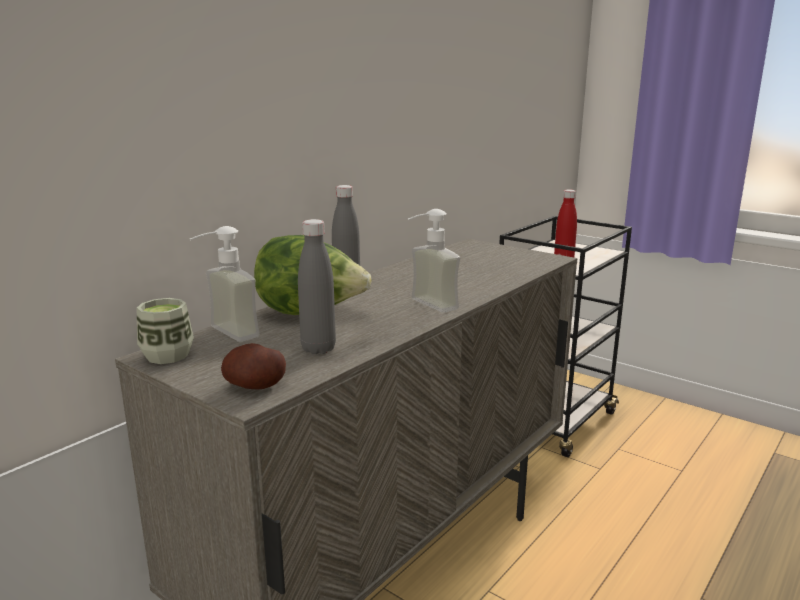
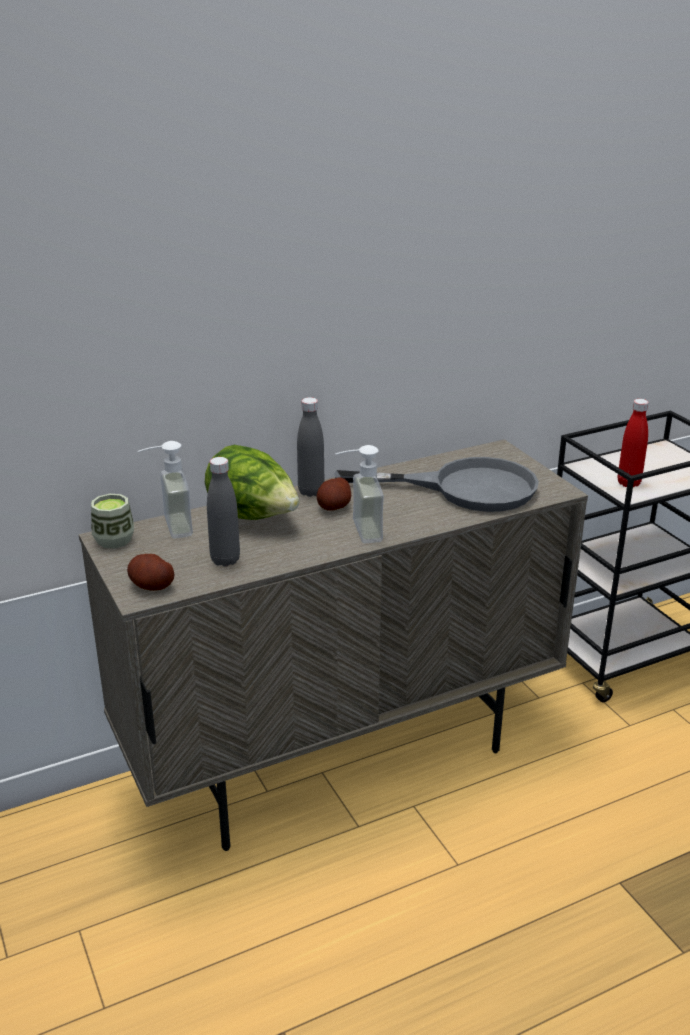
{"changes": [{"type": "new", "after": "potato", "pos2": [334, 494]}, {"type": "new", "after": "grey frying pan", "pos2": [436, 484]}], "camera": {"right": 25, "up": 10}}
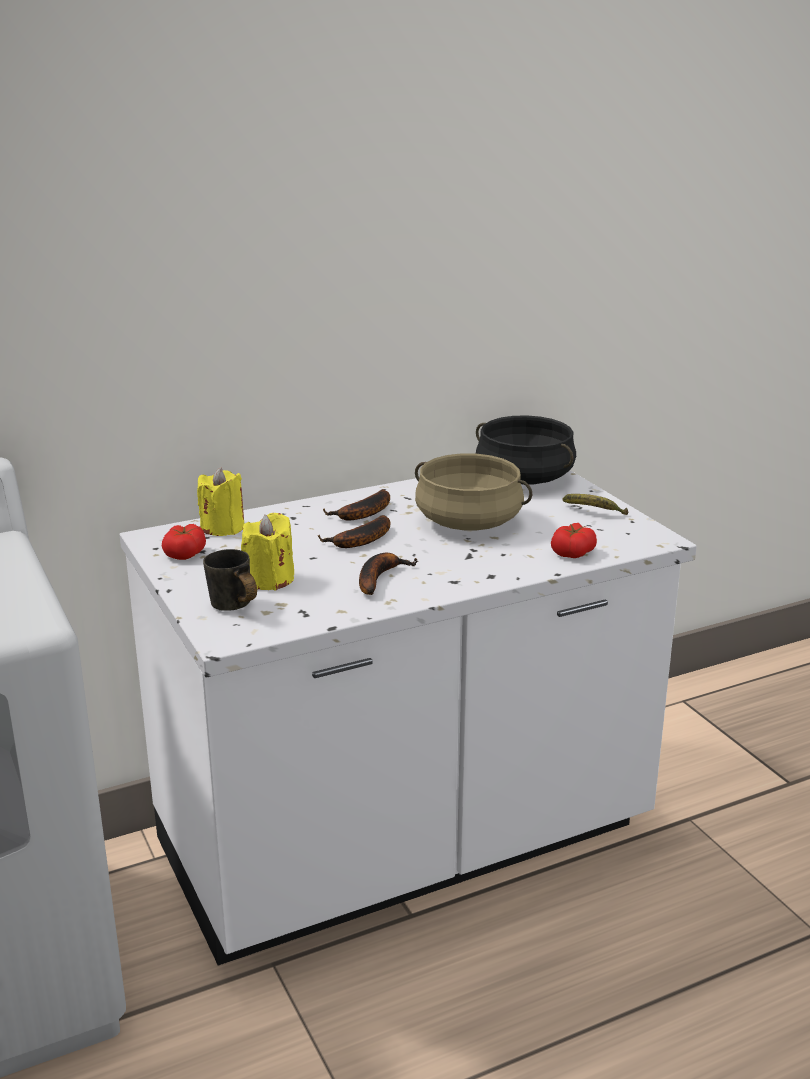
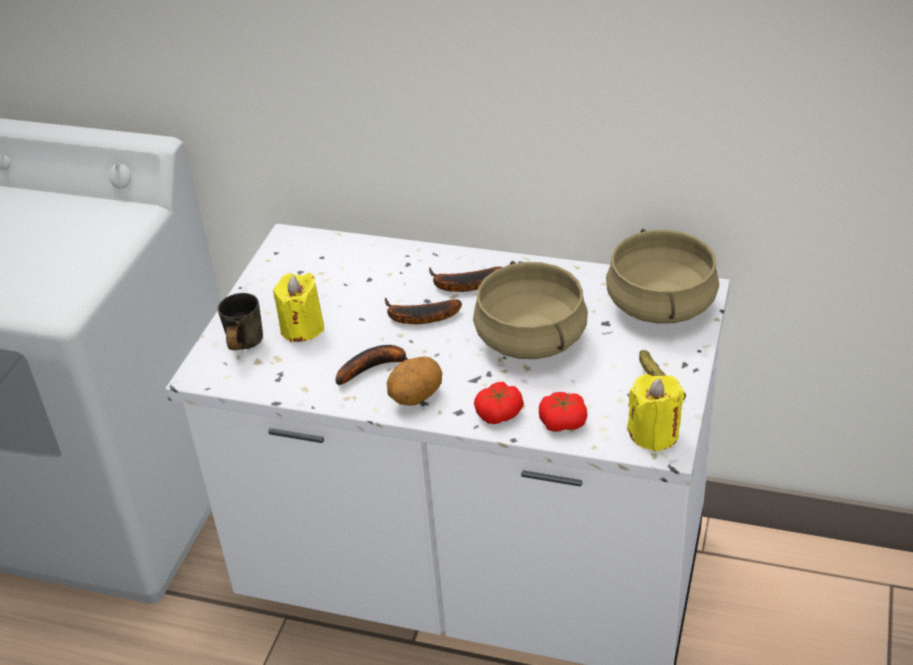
{"changes": [{"type": "new", "after": "potato", "pos2": [414, 381]}, {"type": "shifted", "before": "tomato", "pos1": [184, 542], "pos2": [499, 403]}, {"type": "shifted", "before": "yellow candle", "pos1": [220, 501], "pos2": [656, 412]}, {"type": "repainted", "before": "black cooking pot", "after": "beige cooking pot", "pos1": [526, 450], "pos2": [662, 276]}], "camera": {"right": 45, "up": 15}}
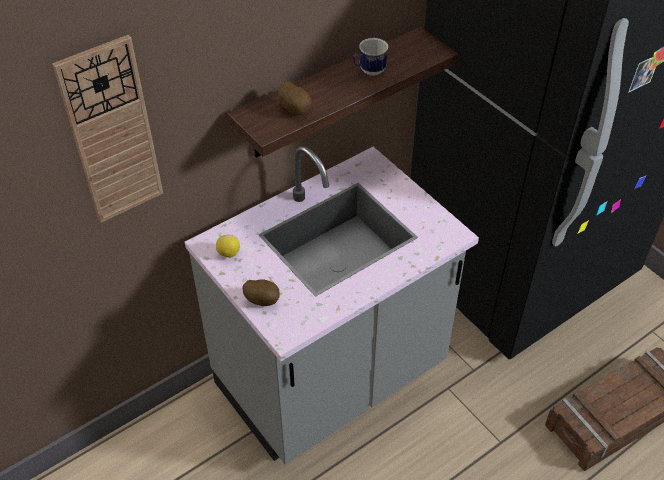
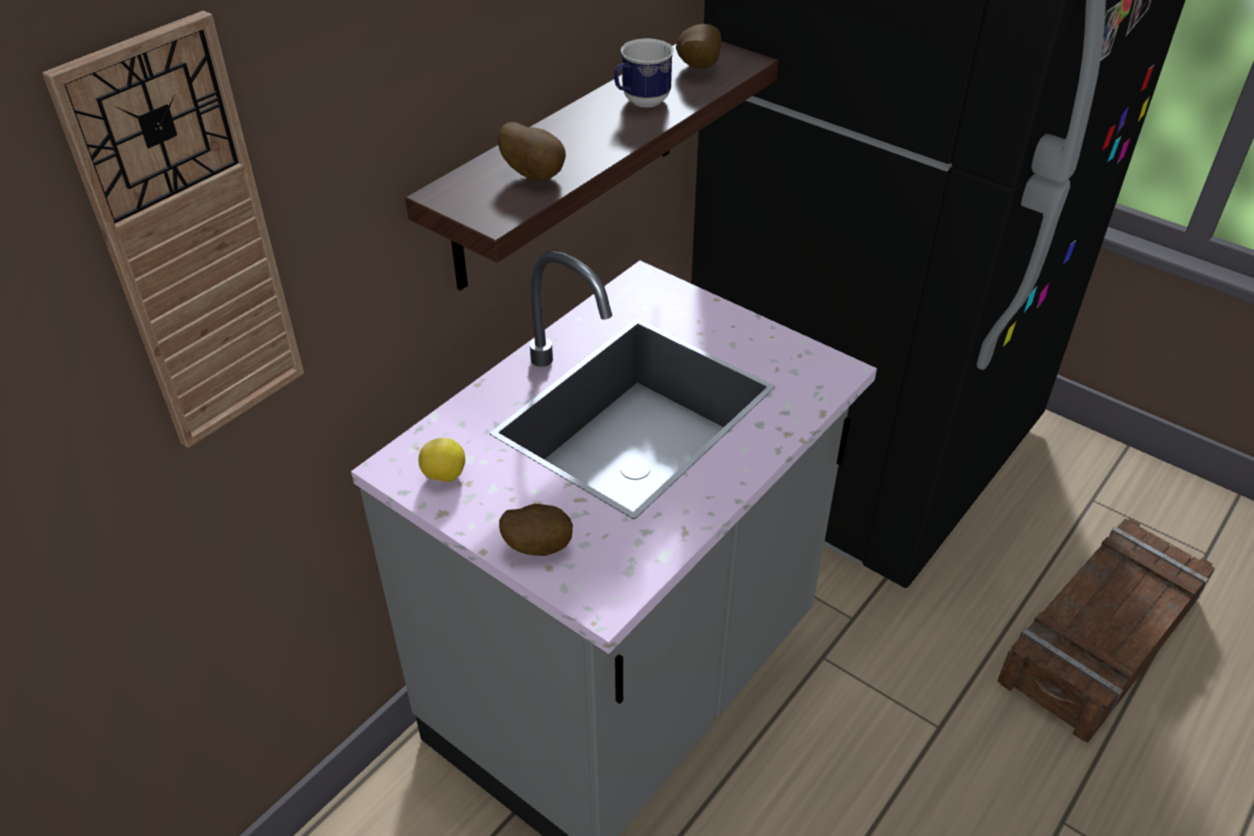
{"changes": [{"type": "new", "after": "potato", "pos2": [698, 46]}], "camera": {"right": -15, "up": -5}}
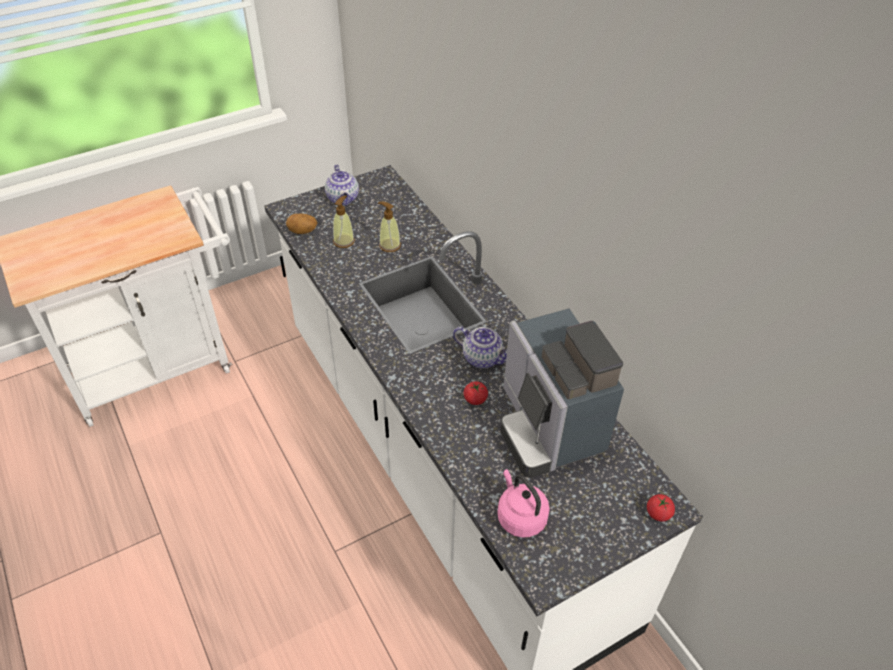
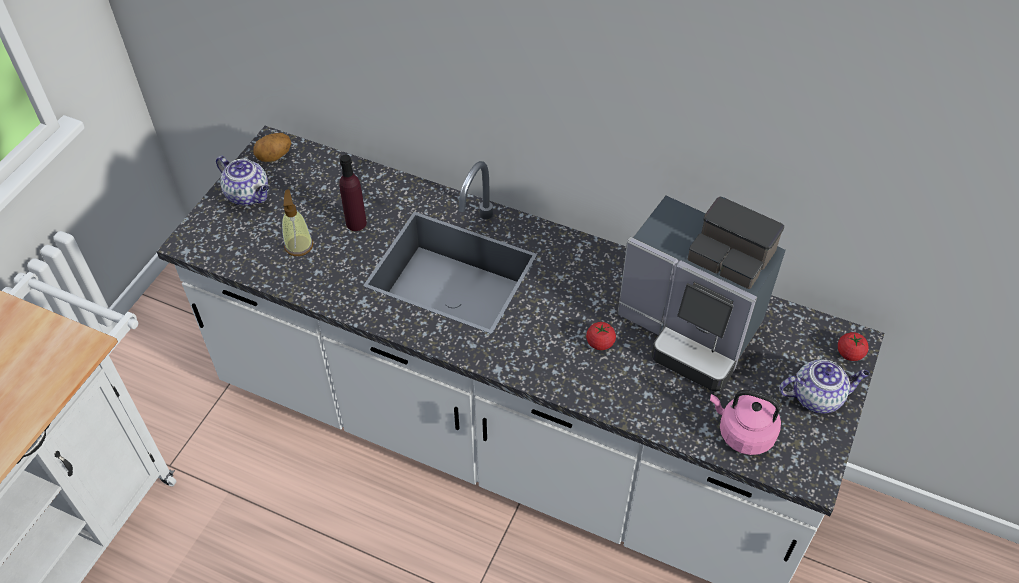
{"changes": [{"type": "shifted", "before": "potato", "pos1": [301, 224], "pos2": [272, 147]}, {"type": "shifted", "before": "teapot", "pos1": [480, 347], "pos2": [824, 386]}, {"type": "swapped", "before": "soap dispenser", "after": "purple bottle", "pos1": [389, 226], "pos2": [353, 192]}], "camera": {"right": -35, "up": 5}}
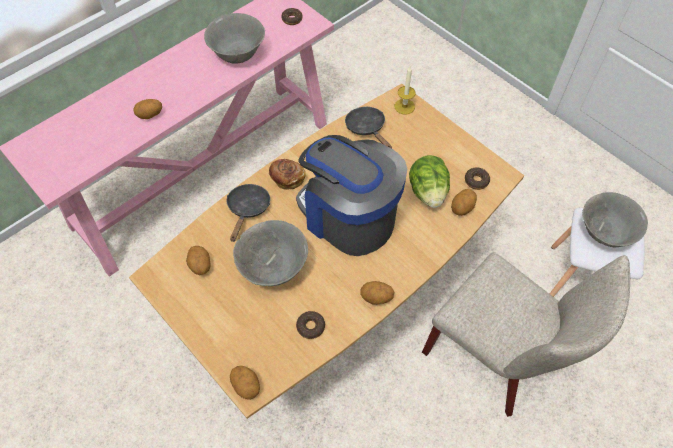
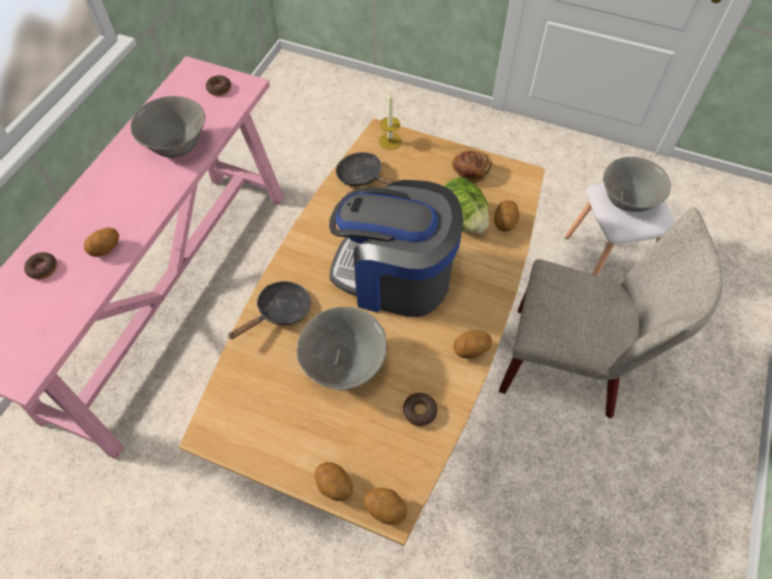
{"changes": [{"type": "shifted", "before": "potato", "pos1": [198, 260], "pos2": [334, 481]}, {"type": "shifted", "before": "bread", "pos1": [287, 174], "pos2": [472, 167]}, {"type": "shifted", "before": "donut", "pos1": [477, 179], "pos2": [40, 265]}, {"type": "rotated", "before": "black frying pan", "pos1": [248, 213], "pos2": [269, 310], "turn": 60}], "camera": {"right": -25, "up": 0}}
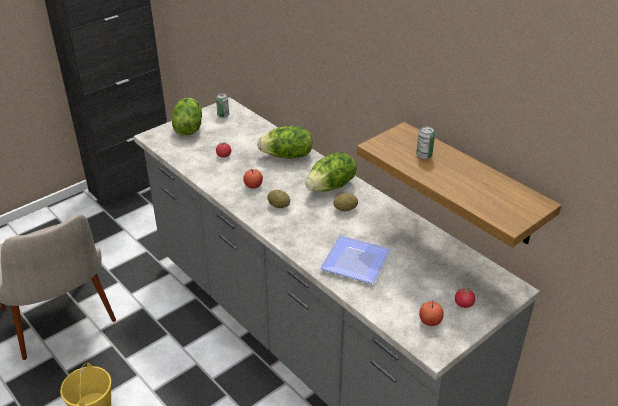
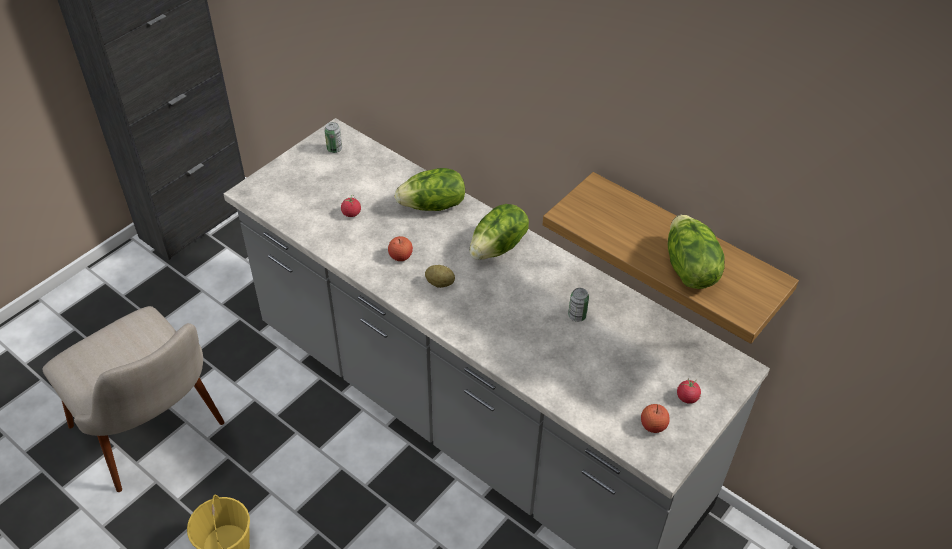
{"changes": [{"type": "gone", "before": "plate", "pos1": [355, 259]}, {"type": "gone", "before": "potato", "pos1": [345, 202]}, {"type": "shifted", "before": "lettuce", "pos1": [187, 116], "pos2": [696, 252]}, {"type": "shifted", "before": "can", "pos1": [425, 142], "pos2": [578, 305]}], "camera": {"right": -10, "up": 10}}
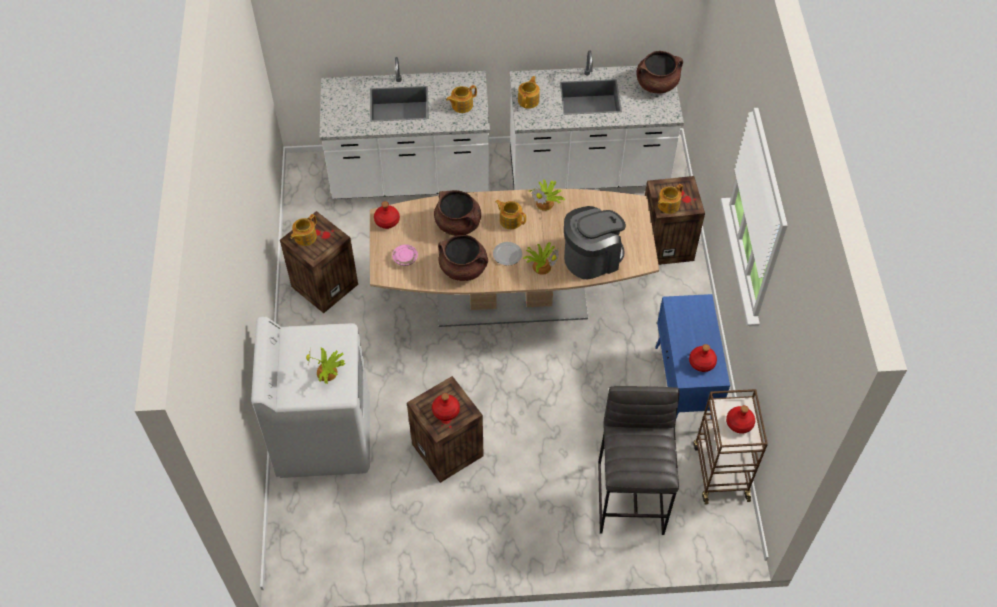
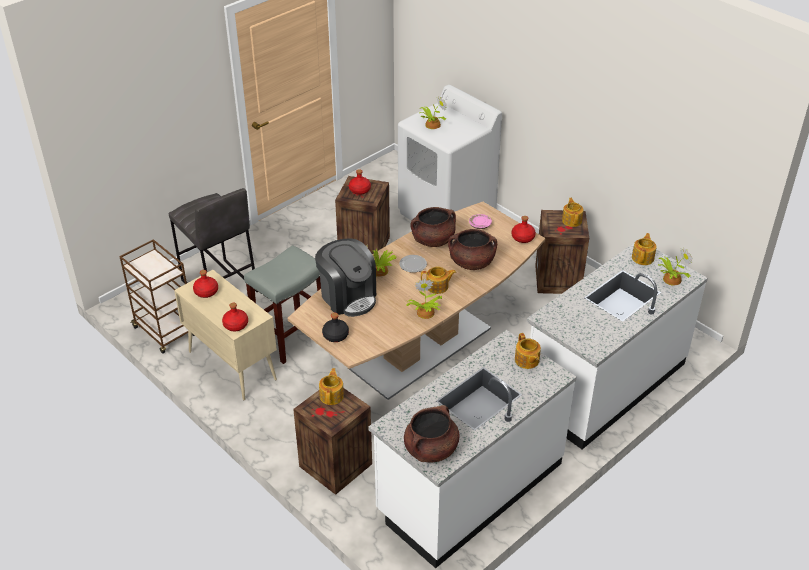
{"changes": [{"type": "new", "after": "grey stool", "pos2": [282, 304]}, {"type": "new", "after": "black bottle", "pos2": [335, 327]}, {"type": "new", "after": "potted plant", "pos2": [675, 267]}, {"type": "shifted", "before": "teapot", "pos1": [461, 99], "pos2": [644, 249]}, {"type": "shifted", "before": "red bottle", "pos1": [740, 419], "pos2": [235, 317]}, {"type": "repainted", "before": "blue cabinet", "after": "beige cabinet", "pos1": [692, 356], "pos2": [225, 335]}, {"type": "rotated", "before": "coffee machine", "pos1": [595, 242], "pos2": [345, 277], "turn": -60}], "camera": {"right": 140, "up": -15}}
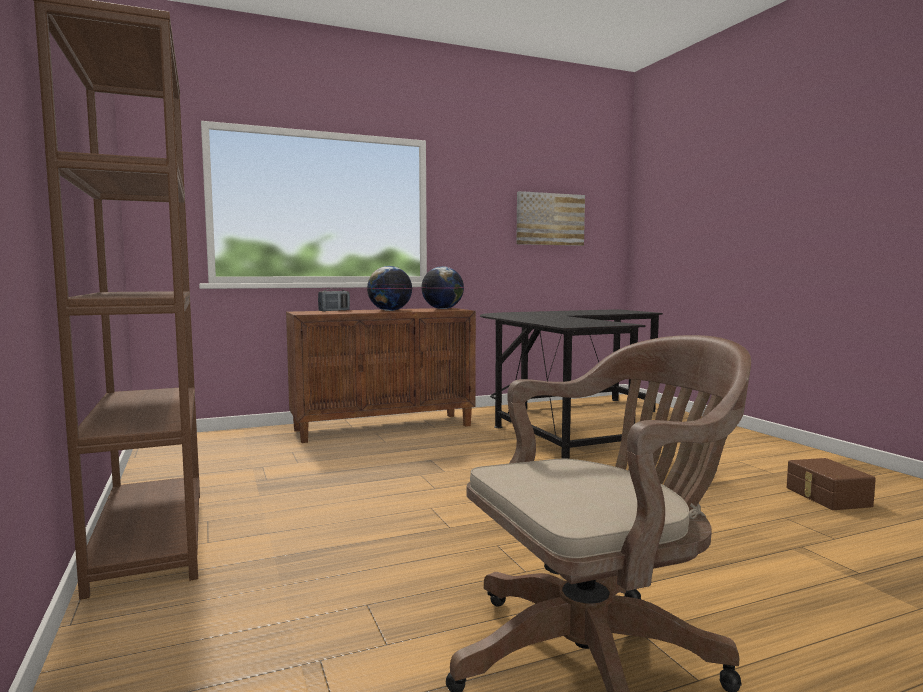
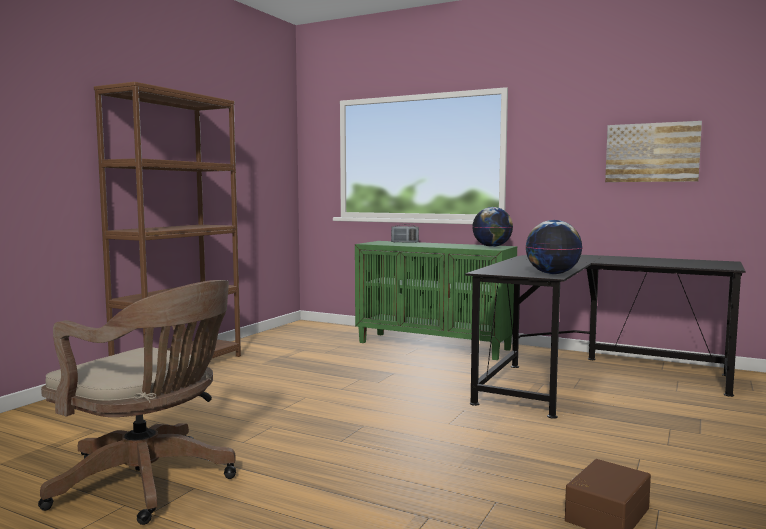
{"changes": [{"type": "shifted", "before": "globe", "pos1": [389, 288], "pos2": [553, 247]}, {"type": "repainted", "before": "brown cabinet", "after": "green cabinet", "pos1": [381, 375], "pos2": [436, 300]}], "camera": {"right": 50, "up": 0}}
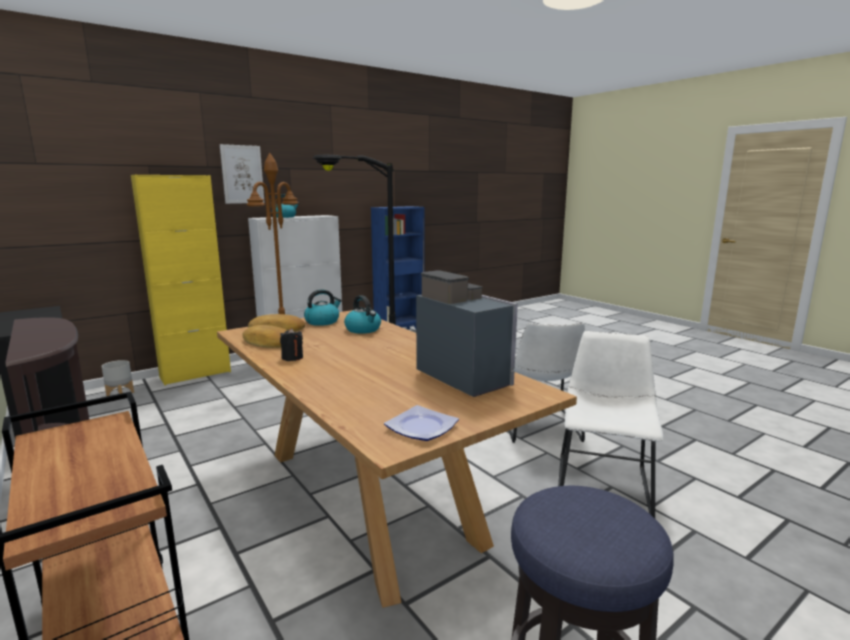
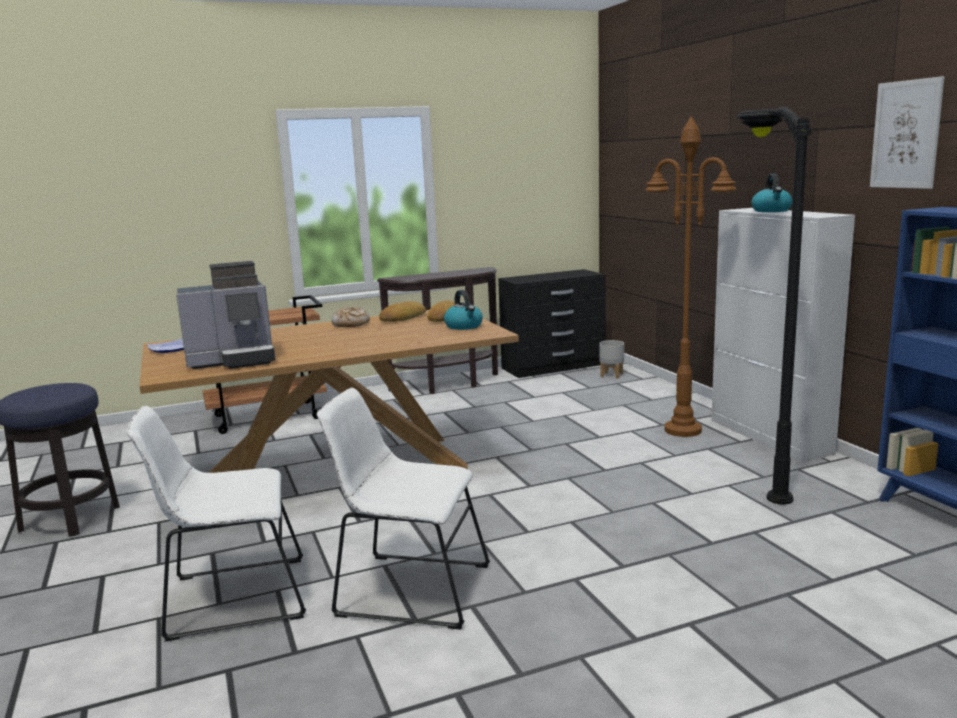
{"changes": [{"type": "gone", "before": "yellow cabinet", "pos1": [181, 280]}, {"type": "gone", "before": "kettle", "pos1": [362, 314]}, {"type": "shifted", "before": "picture", "pos1": [242, 174], "pos2": [907, 132]}, {"type": "swapped", "before": "black candle", "after": "bread", "pos1": [291, 344], "pos2": [351, 317]}, {"type": "rotated", "before": "white chair", "pos1": [610, 424], "pos2": [216, 524], "turn": 135}], "camera": {"right": 105, "up": 0}}
